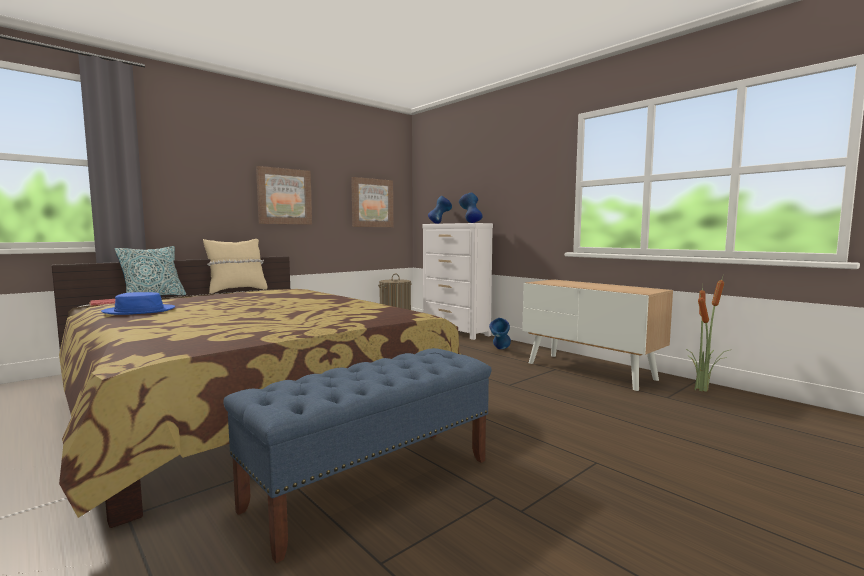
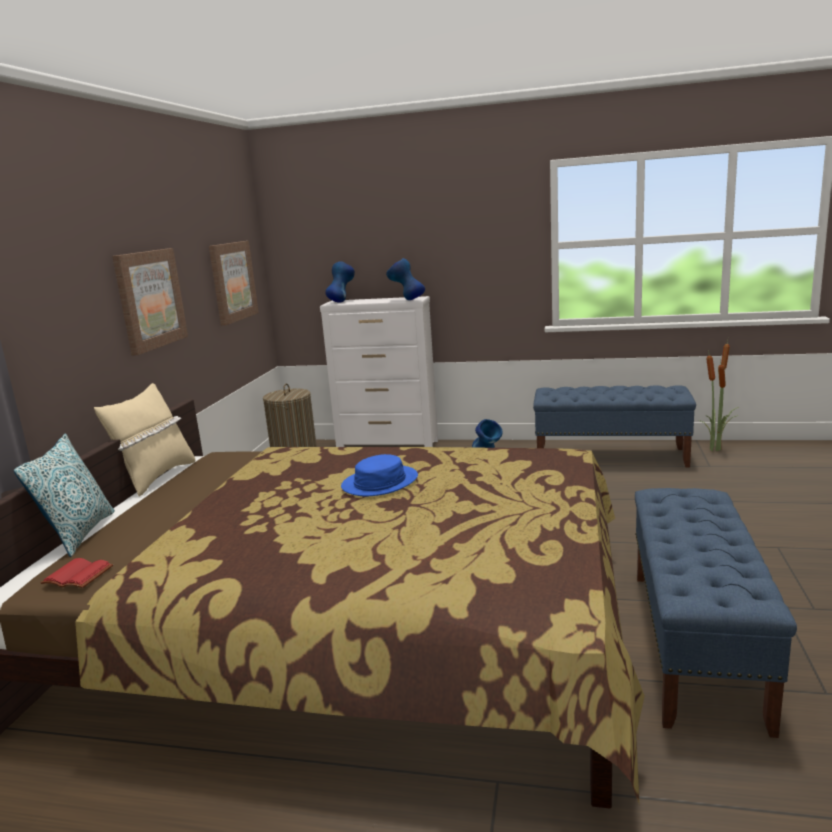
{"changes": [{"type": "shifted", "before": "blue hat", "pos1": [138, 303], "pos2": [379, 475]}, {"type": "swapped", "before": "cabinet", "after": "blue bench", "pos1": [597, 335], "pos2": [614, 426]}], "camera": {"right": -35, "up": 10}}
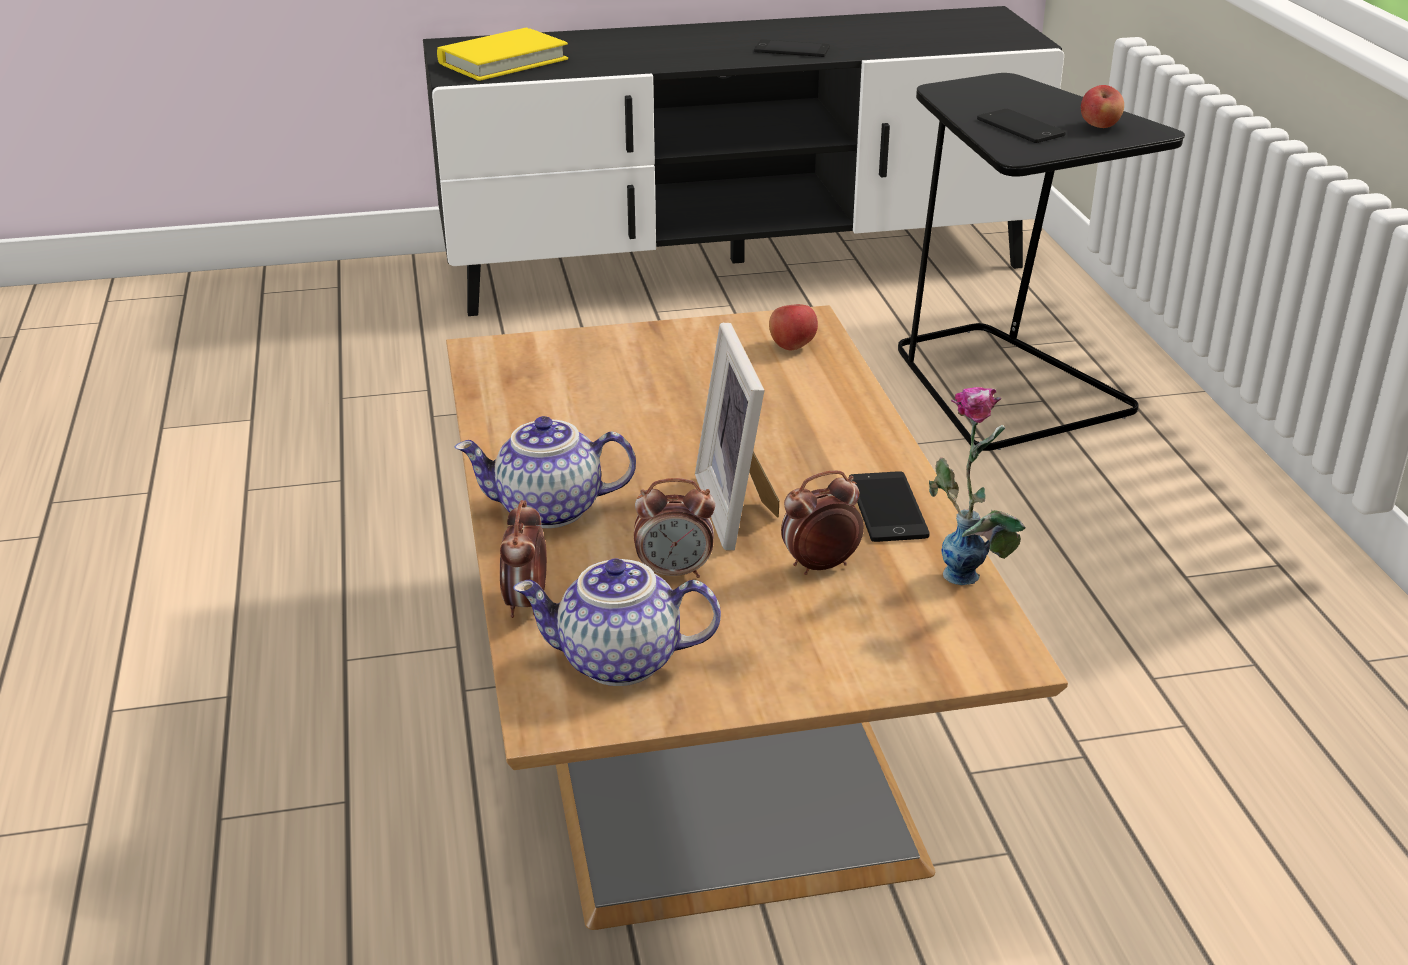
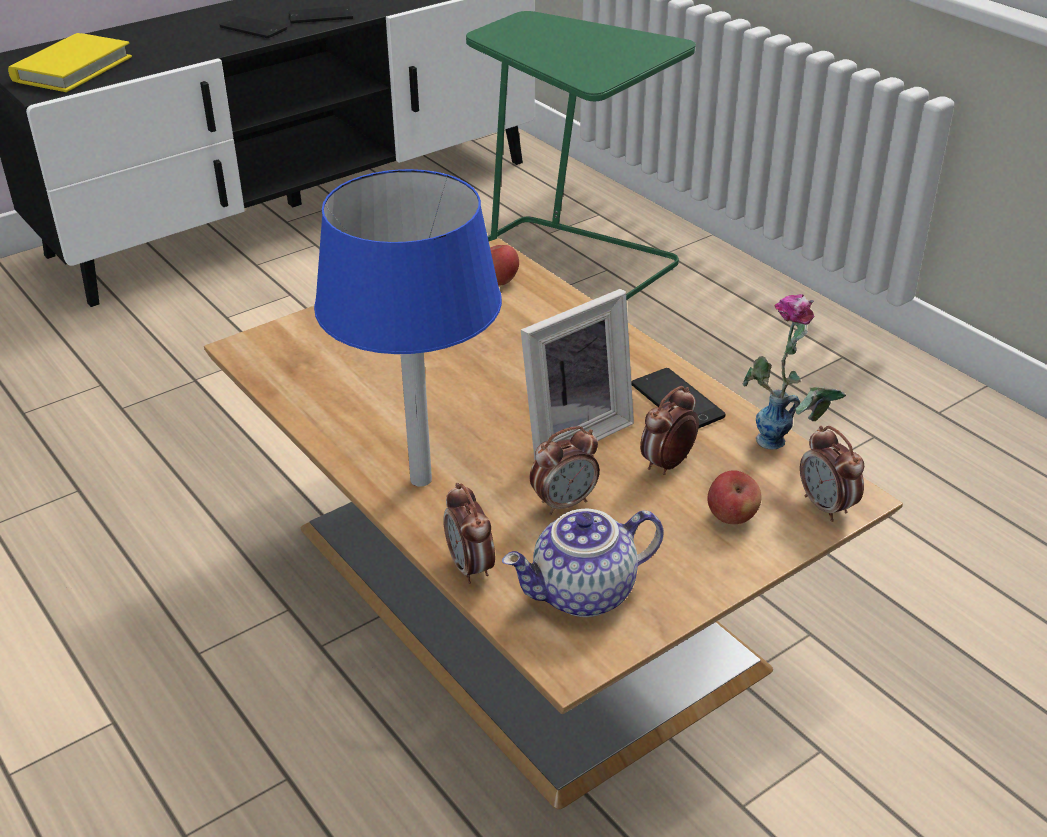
{"changes": [{"type": "new", "after": "alarm clock", "pos2": [832, 474]}, {"type": "shifted", "before": "phone", "pos1": [1021, 126], "pos2": [253, 27]}, {"type": "shifted", "before": "apple", "pos1": [1102, 106], "pos2": [734, 497]}, {"type": "swapped", "before": "teapot", "after": "blue table lamp", "pos1": [545, 472], "pos2": [408, 328]}, {"type": "repainted", "before": "black side table", "after": "green side table", "pos1": [1041, 262], "pos2": [581, 155]}, {"type": "rotated", "before": "picture frame", "pos1": [737, 436], "pos2": [577, 374], "turn": -90}], "camera": {"right": -25, "up": 5}}
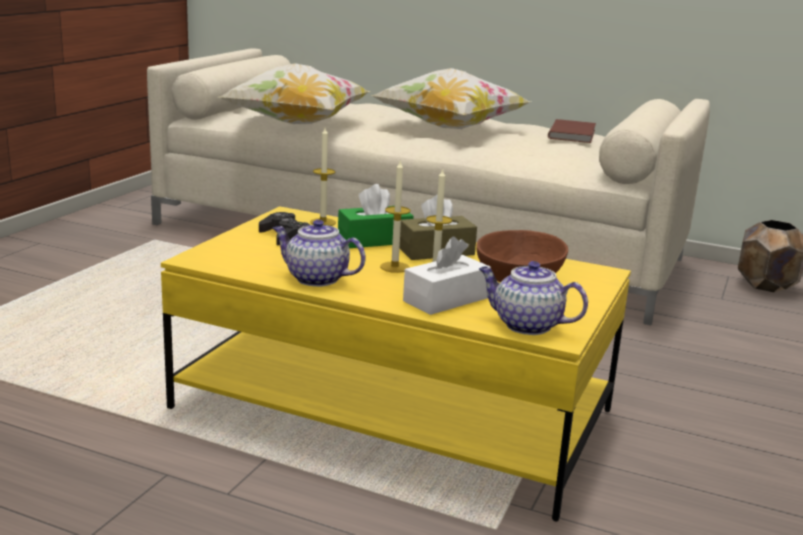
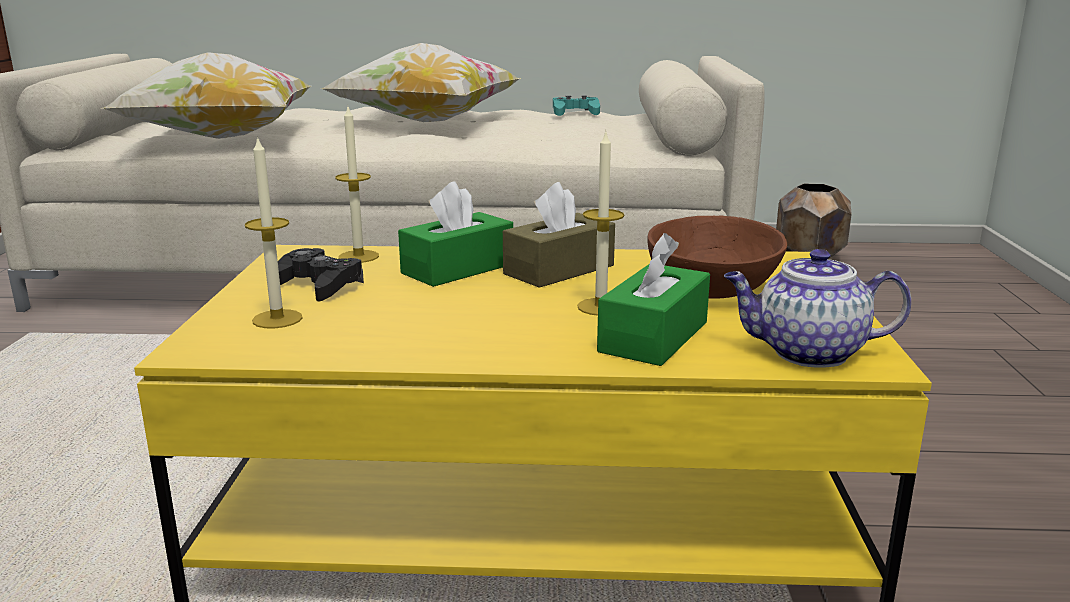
{"changes": [{"type": "gone", "before": "teapot", "pos1": [319, 253]}, {"type": "shifted", "before": "candle", "pos1": [395, 217], "pos2": [274, 232]}, {"type": "swapped", "before": "brown book", "after": "turquoise game controller", "pos1": [572, 131], "pos2": [576, 105]}, {"type": "repainted", "before": "white tissue box", "after": "green tissue box", "pos1": [447, 275], "pos2": [653, 299]}], "camera": {"right": -20, "up": 0}}
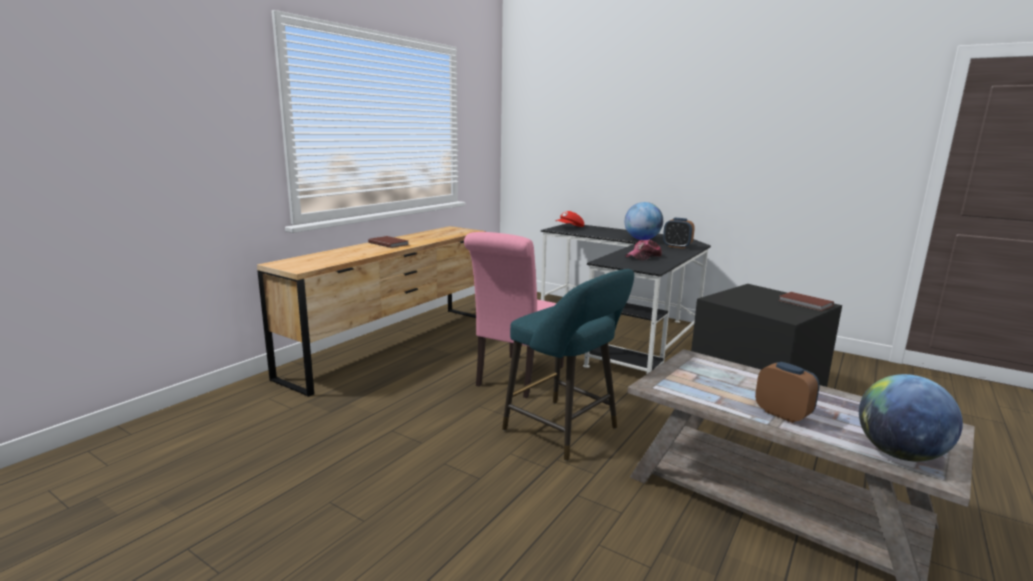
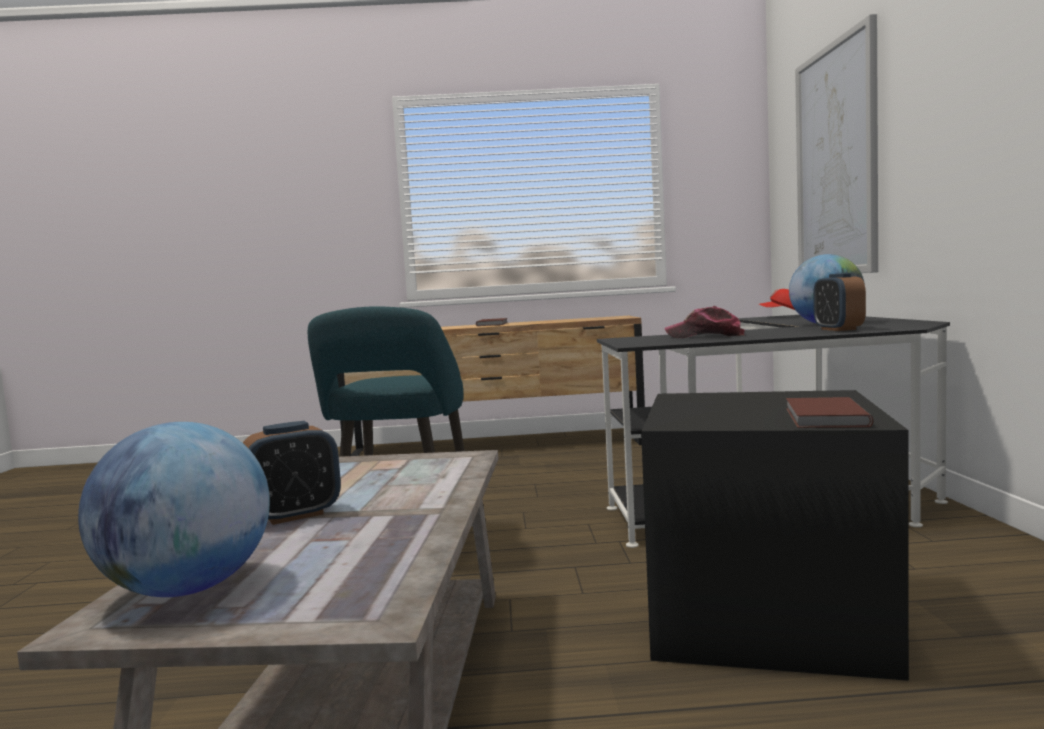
{"changes": [{"type": "gone", "before": "pink chair", "pos1": [514, 315]}, {"type": "new", "after": "picture", "pos2": [836, 143]}, {"type": "rotated", "before": "alarm clock", "pos1": [787, 392], "pos2": [292, 473], "turn": 45}], "camera": {"right": 55, "up": -10}}
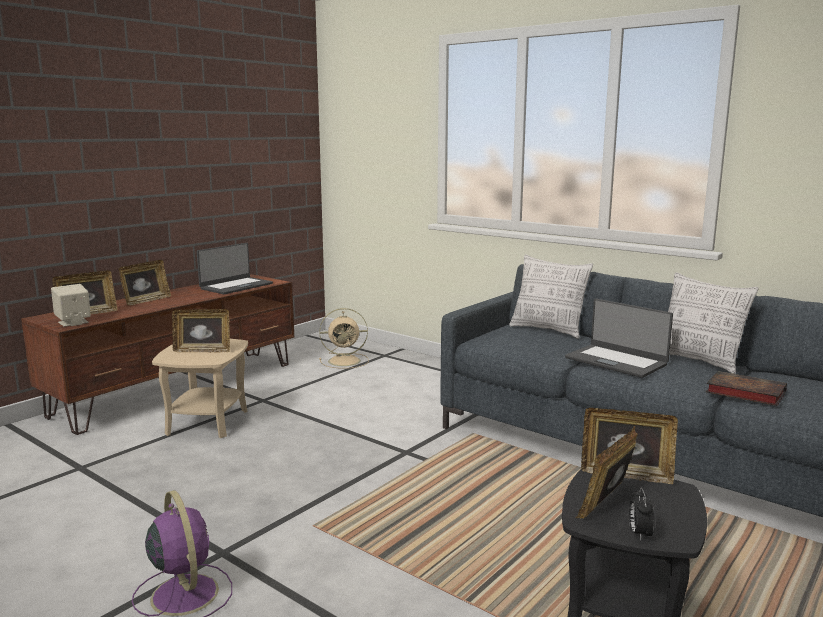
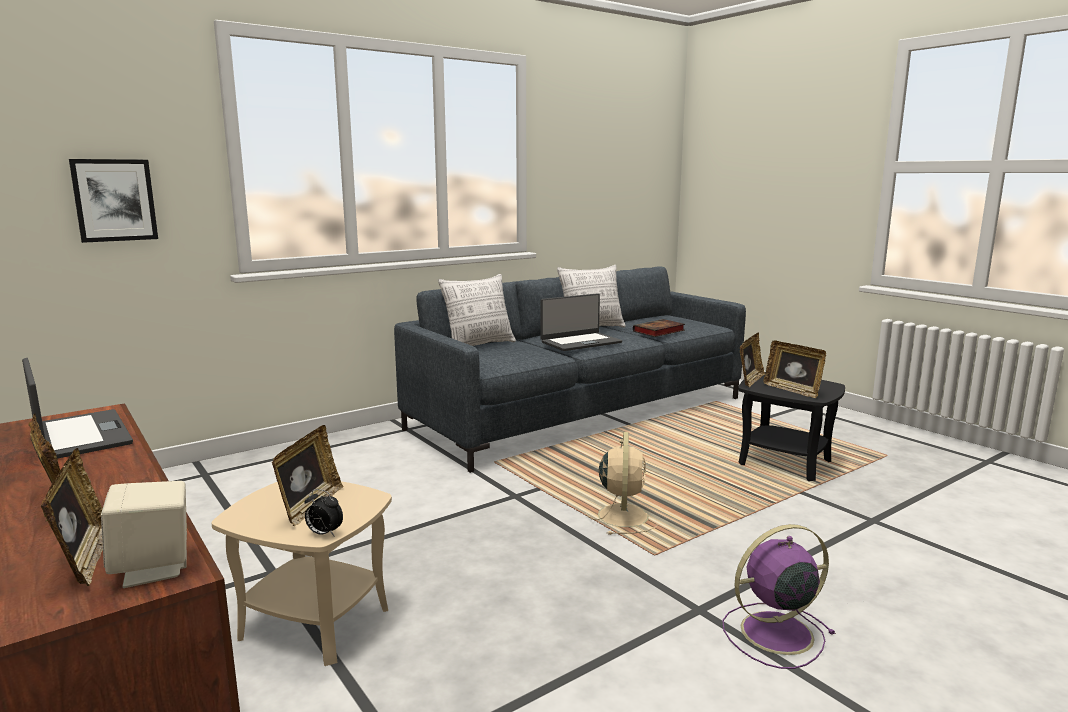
{"changes": [{"type": "new", "after": "picture", "pos2": [113, 201]}, {"type": "shifted", "before": "beige fan", "pos1": [344, 338], "pos2": [622, 483]}, {"type": "shifted", "before": "alarm clock", "pos1": [642, 514], "pos2": [324, 512]}], "camera": {"right": -75, "up": 0}}
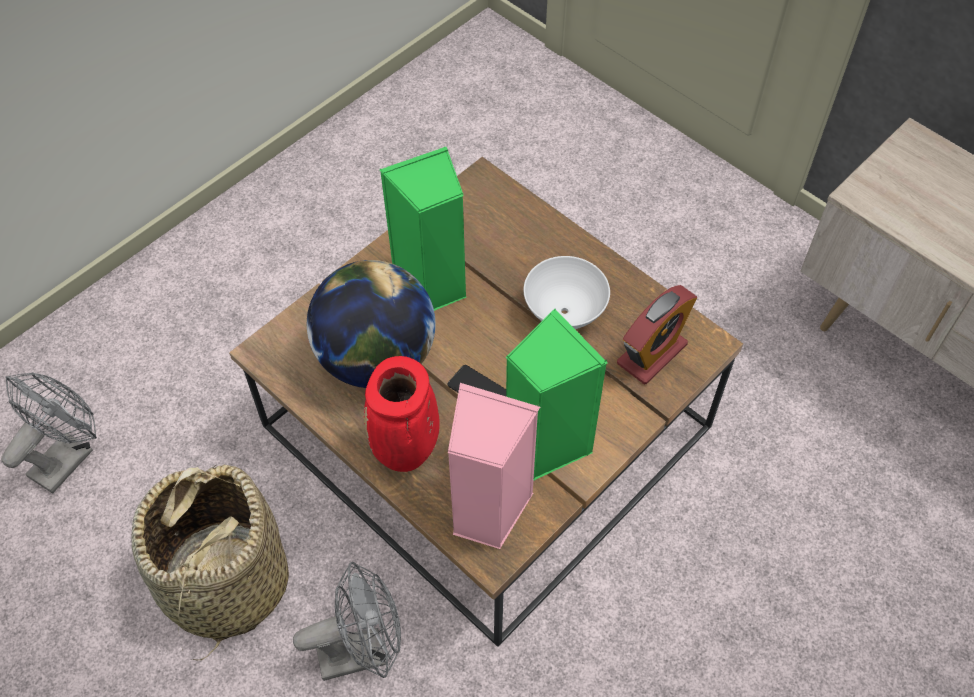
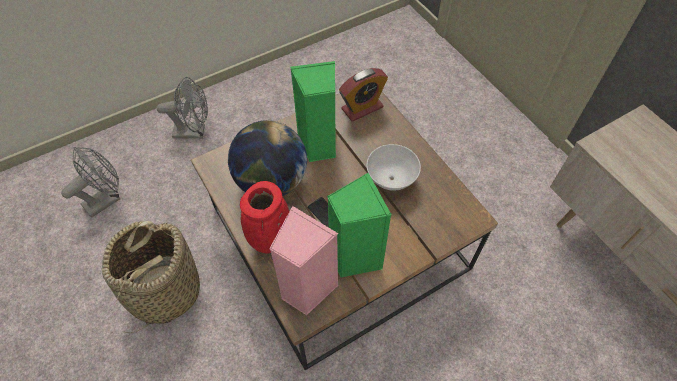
{"changes": [{"type": "shifted", "before": "grey fan", "pos1": [347, 621], "pos2": [182, 108]}, {"type": "shifted", "before": "alarm clock", "pos1": [657, 334], "pos2": [363, 95]}], "camera": {"right": 15, "up": 0}}
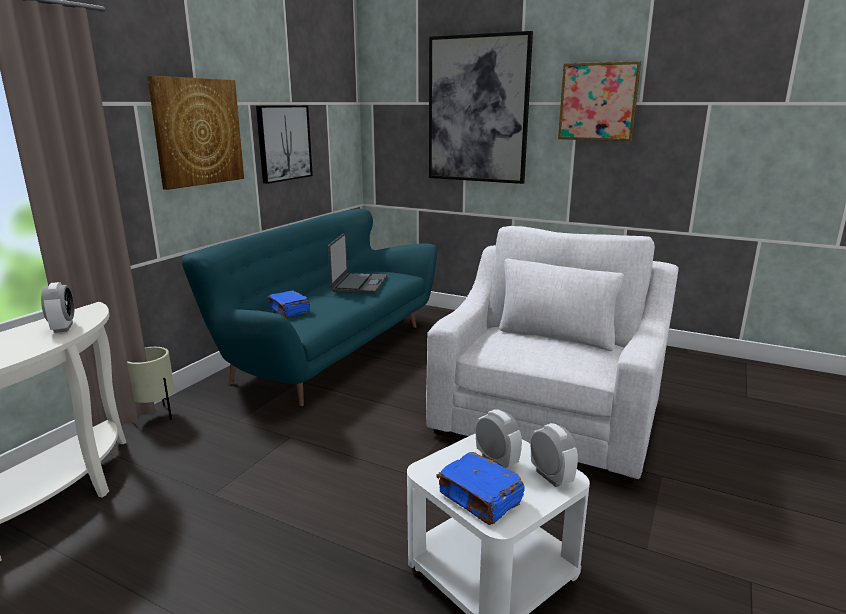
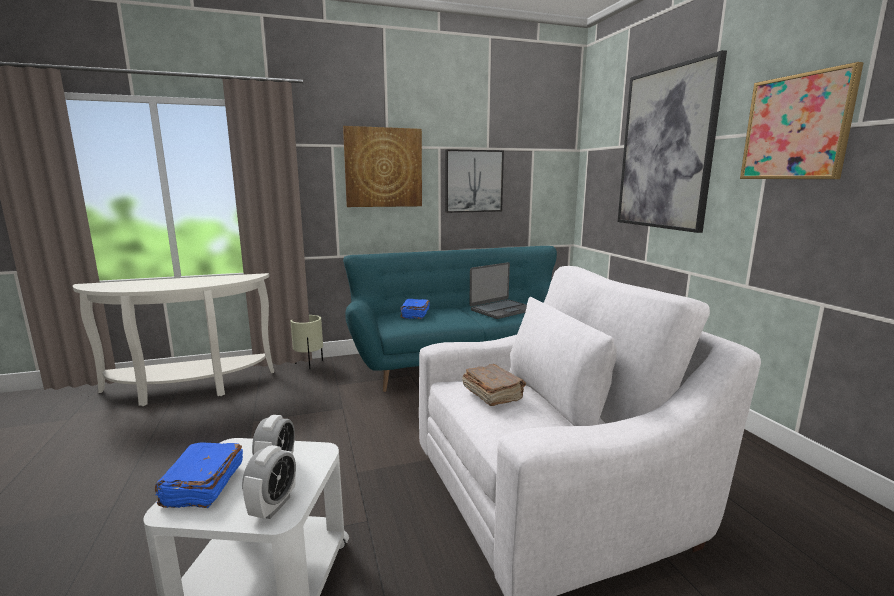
{"changes": [{"type": "gone", "before": "alarm clock", "pos1": [57, 307]}, {"type": "new", "after": "brown book", "pos2": [494, 385]}], "camera": {"right": 45, "up": -5}}
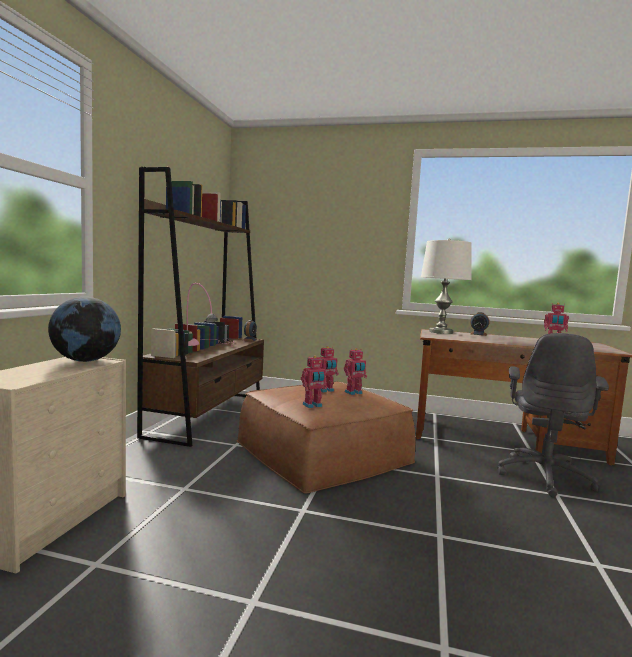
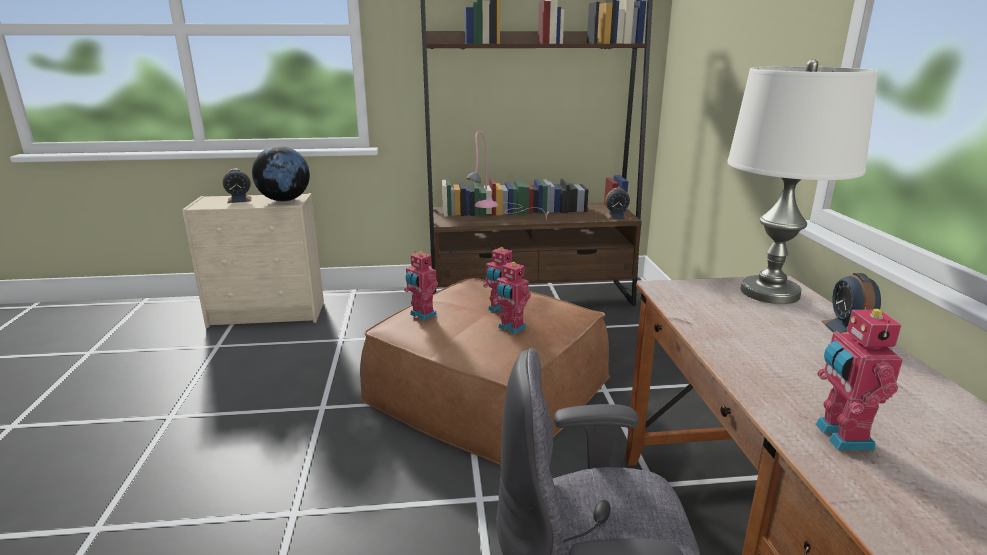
{"changes": [{"type": "new", "after": "alarm clock", "pos2": [237, 186]}], "camera": {"right": 70, "up": 15}}
